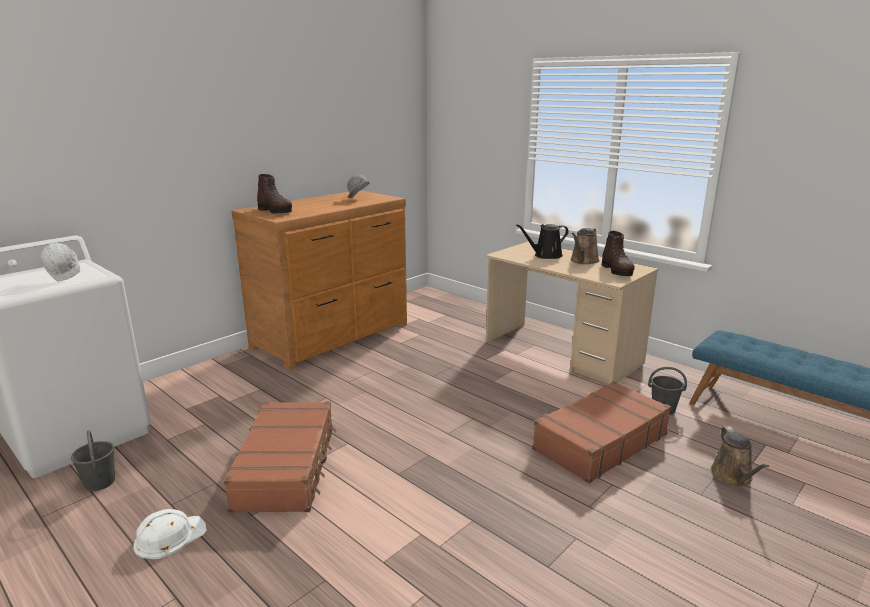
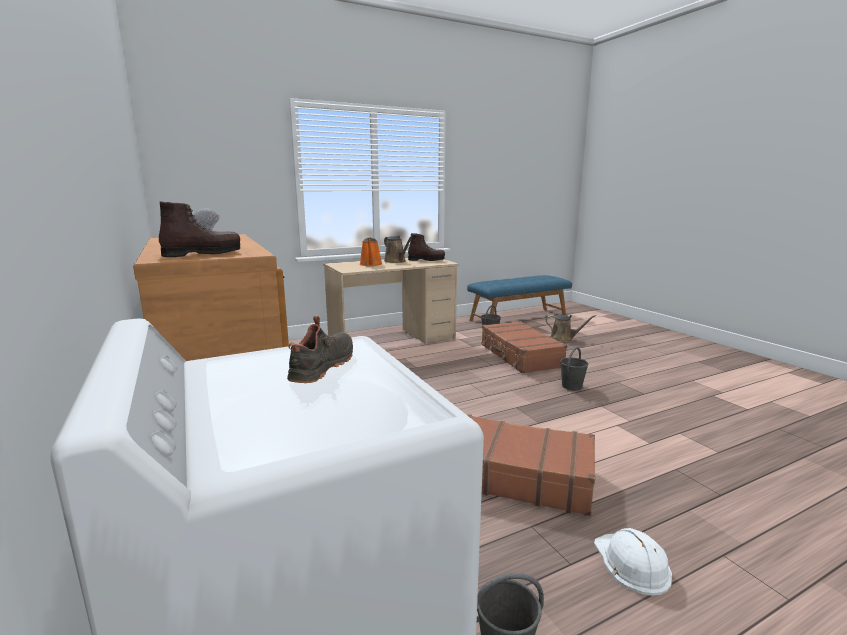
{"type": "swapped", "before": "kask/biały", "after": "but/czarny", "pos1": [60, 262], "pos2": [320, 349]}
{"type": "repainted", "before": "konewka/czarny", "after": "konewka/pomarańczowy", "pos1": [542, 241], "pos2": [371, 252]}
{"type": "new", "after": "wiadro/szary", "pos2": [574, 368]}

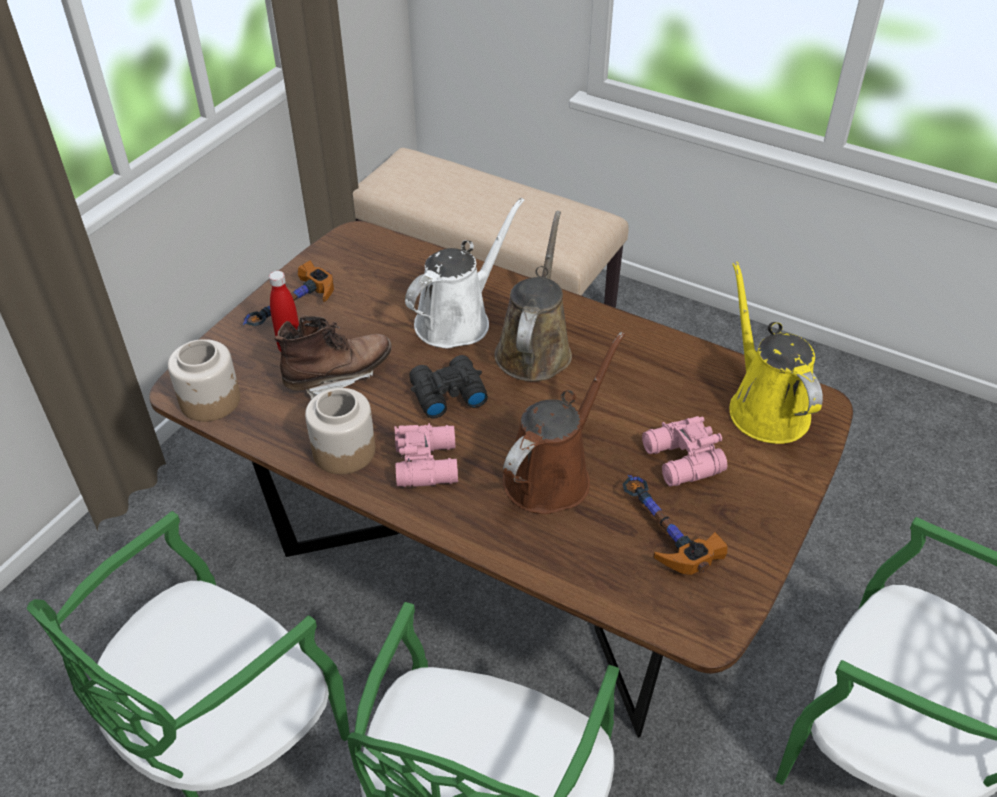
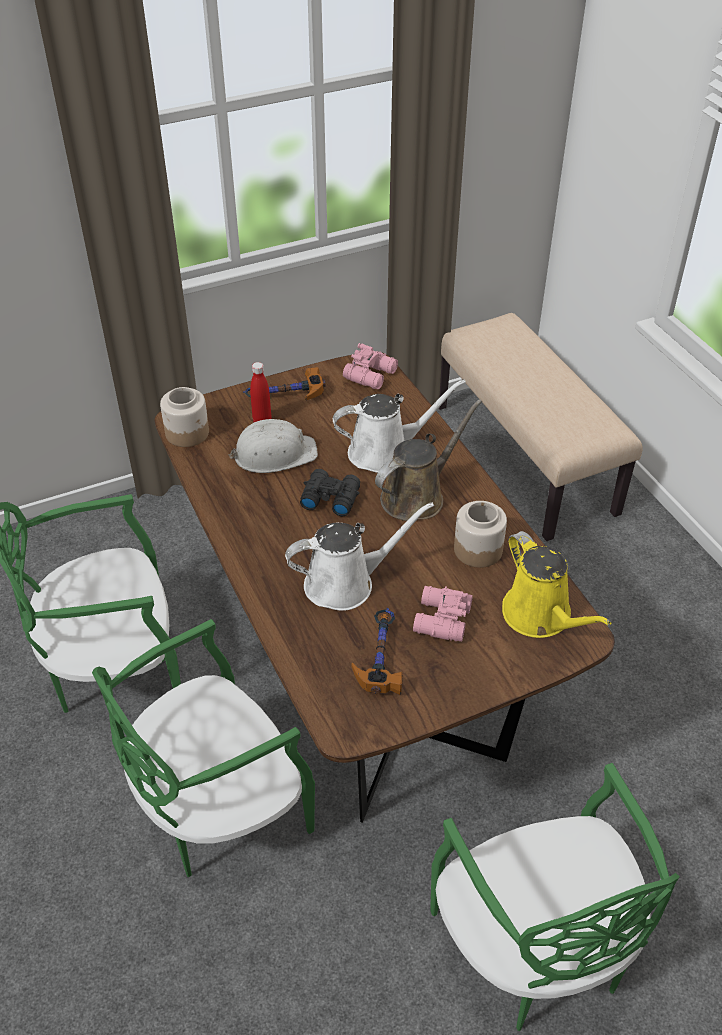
{"type": "swapped", "before": "but z cholewką/brązowy", "after": "kask/biały", "pos1": [332, 358], "pos2": [273, 446]}
{"type": "shifted", "before": "słoik", "pos1": [340, 431], "pos2": [480, 534]}
{"type": "shifted", "before": "lornetka/różowy", "pos1": [426, 455], "pos2": [370, 366]}
{"type": "repainted", "before": "konewka/brązowy", "after": "konewka/biały", "pos1": [564, 423], "pos2": [359, 556]}
{"type": "rotated", "before": "konewka/żółty", "pos1": [776, 353], "pos2": [557, 584], "turn": 135}

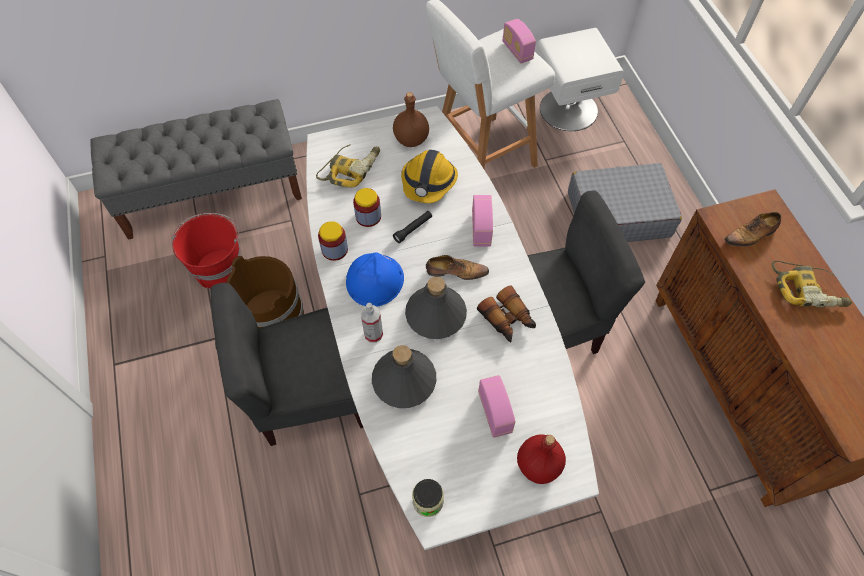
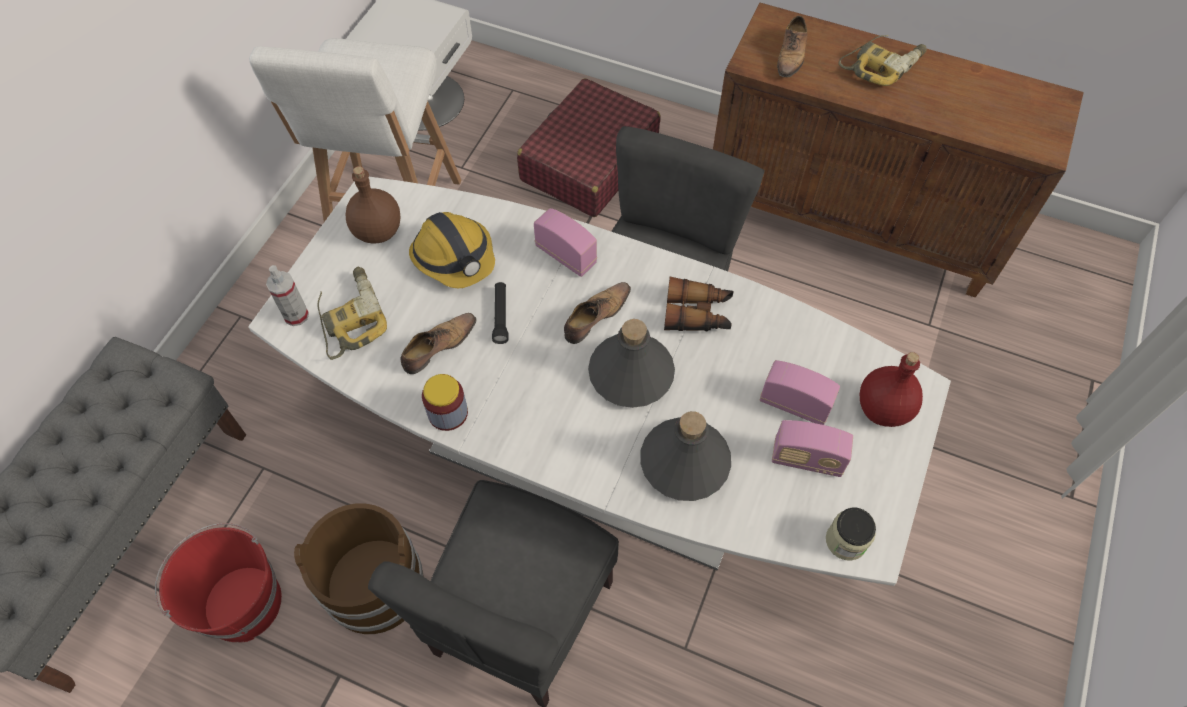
{"type": "gone", "before": "kask/niebieski", "pos1": [375, 280]}
{"type": "swapped", "before": "słoik", "after": "but", "pos1": [367, 207], "pos2": [438, 343]}
{"type": "shifted", "before": "spryskiwacz", "pos1": [371, 323], "pos2": [287, 295]}
{"type": "shifted", "before": "radio", "pos1": [519, 41], "pos2": [812, 448]}
{"type": "repainted", "before": "walizka/szary", "after": "walizka/czerwony", "pos1": [625, 202], "pos2": [588, 147]}

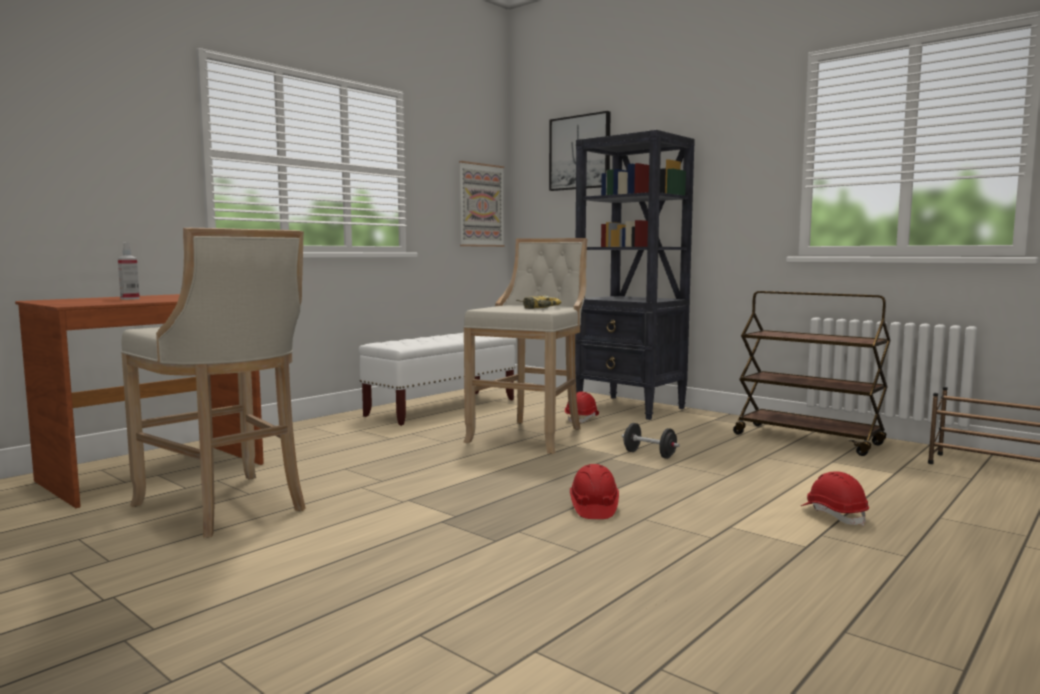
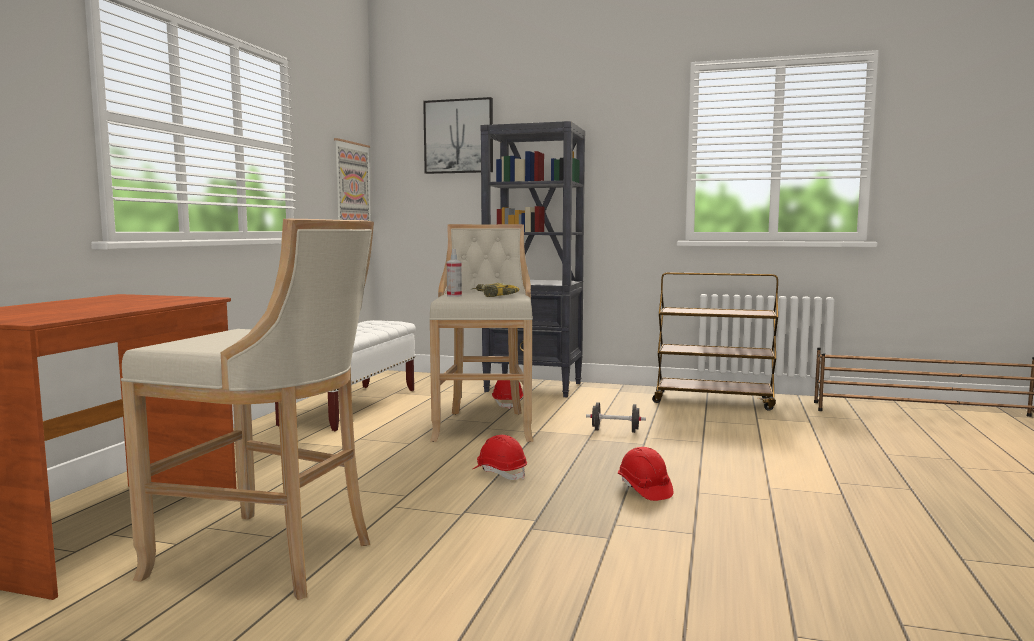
{"type": "shifted", "before": "spryskiwacz", "pos1": [129, 271], "pos2": [454, 273]}
{"type": "shifted", "before": "kask/czerwony", "pos1": [835, 498], "pos2": [500, 457]}

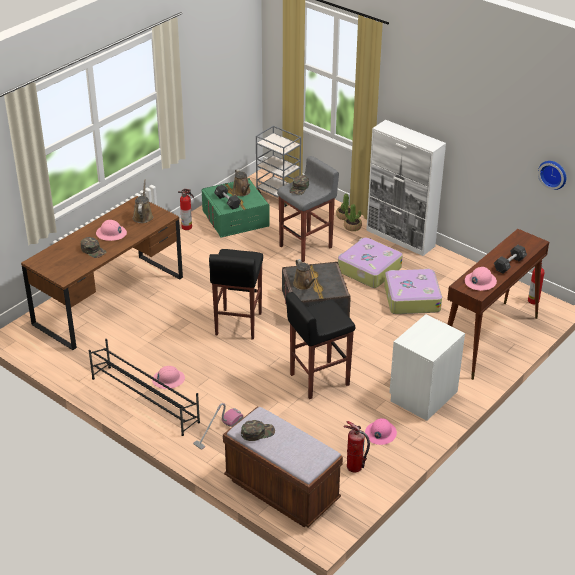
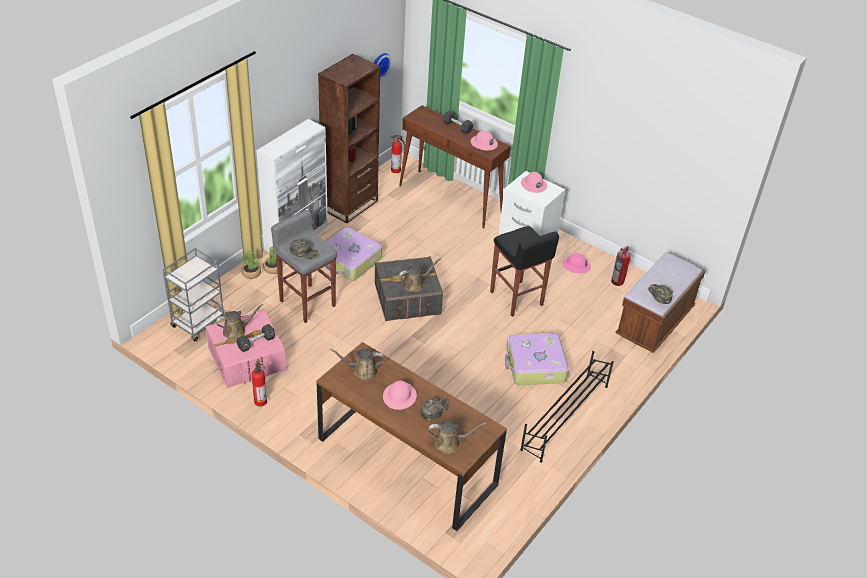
{"type": "shifted", "before": "kask/różowy", "pos1": [168, 377], "pos2": [534, 182]}
{"type": "gone", "before": "odkurzacz", "pos1": [218, 426]}
{"type": "repainted", "before": "pojemnik do przechowywania/zielony", "after": "pojemnik do przechowywania/różowy", "pos1": [236, 208], "pos2": [246, 349]}
{"type": "gone", "before": "stołek/czarny", "pos1": [236, 294]}
{"type": "shifted", "before": "walizka", "pos1": [413, 291], "pos2": [537, 359]}
{"type": "new", "after": "regał/brązowy", "pos2": [349, 138]}
{"type": "new", "after": "konewka/brązowy", "pos2": [457, 437]}

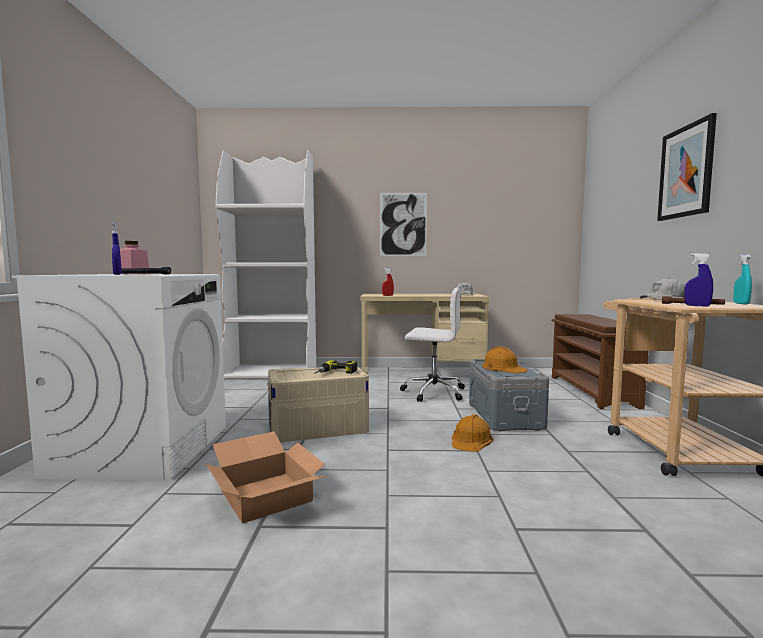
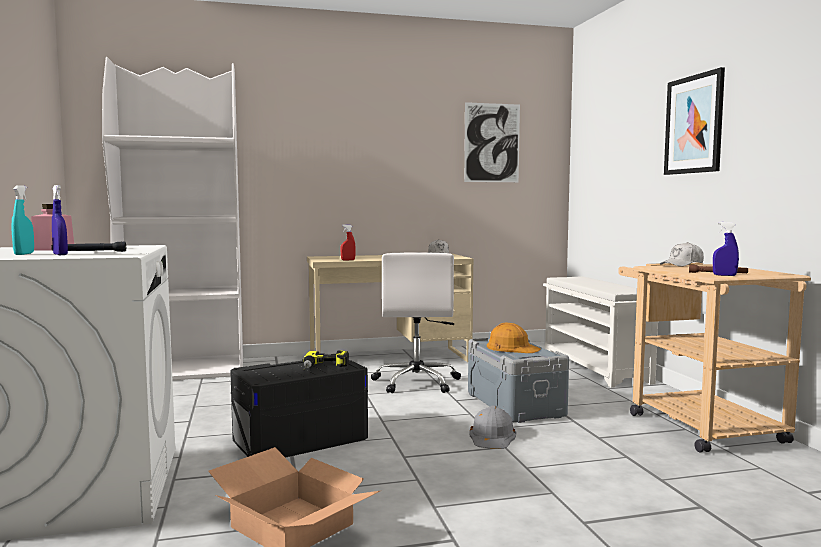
{"type": "repainted", "before": "pojemnik do przechowywania/beżowy", "after": "pojemnik do przechowywania/czarny", "pos1": [318, 404], "pos2": [299, 408]}
{"type": "shifted", "before": "obraz", "pos1": [403, 224], "pos2": [492, 142]}
{"type": "rotated", "before": "krzesło biurowe/biały", "pos1": [432, 344], "pos2": [416, 322], "turn": 90}
{"type": "repainted", "before": "kask/pomarańczowy", "after": "kask/szary", "pos1": [472, 433], "pos2": [492, 427]}
{"type": "repainted", "before": "regał na buty/brązowy", "after": "regał na buty/biały", "pos1": [600, 361], "pos2": [600, 332]}
{"type": "shifted", "before": "spryskiwacz/turkusowy", "pos1": [742, 279], "pos2": [22, 220]}

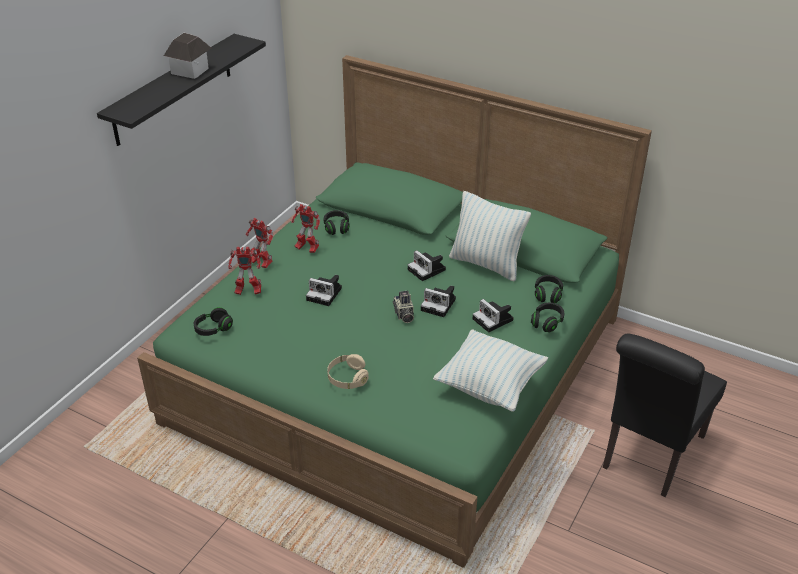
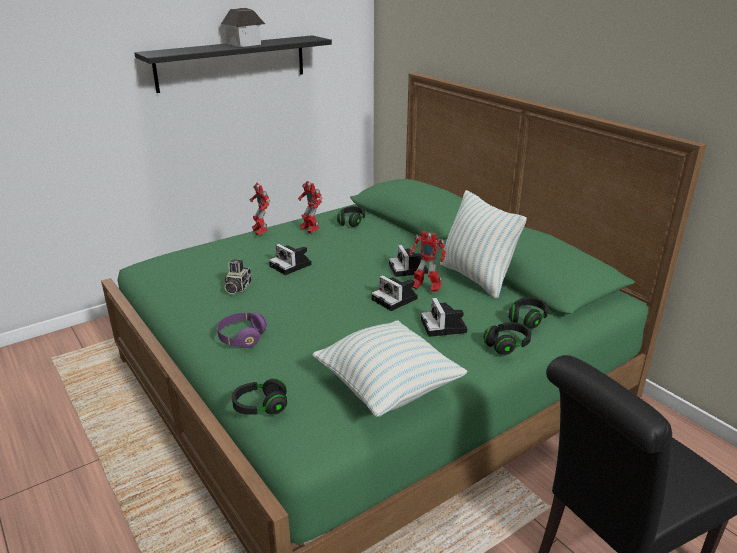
{"type": "shifted", "before": "słuchawki/czarny", "pos1": [213, 321], "pos2": [259, 396]}
{"type": "shifted", "before": "robot zabawkowy", "pos1": [245, 271], "pos2": [427, 261]}
{"type": "repainted", "before": "słuchawki/beżowy", "after": "słuchawki/fioletowy", "pos1": [348, 371], "pos2": [242, 330]}
{"type": "shifted", "before": "aparat fotograficzny", "pos1": [403, 307], "pos2": [238, 276]}

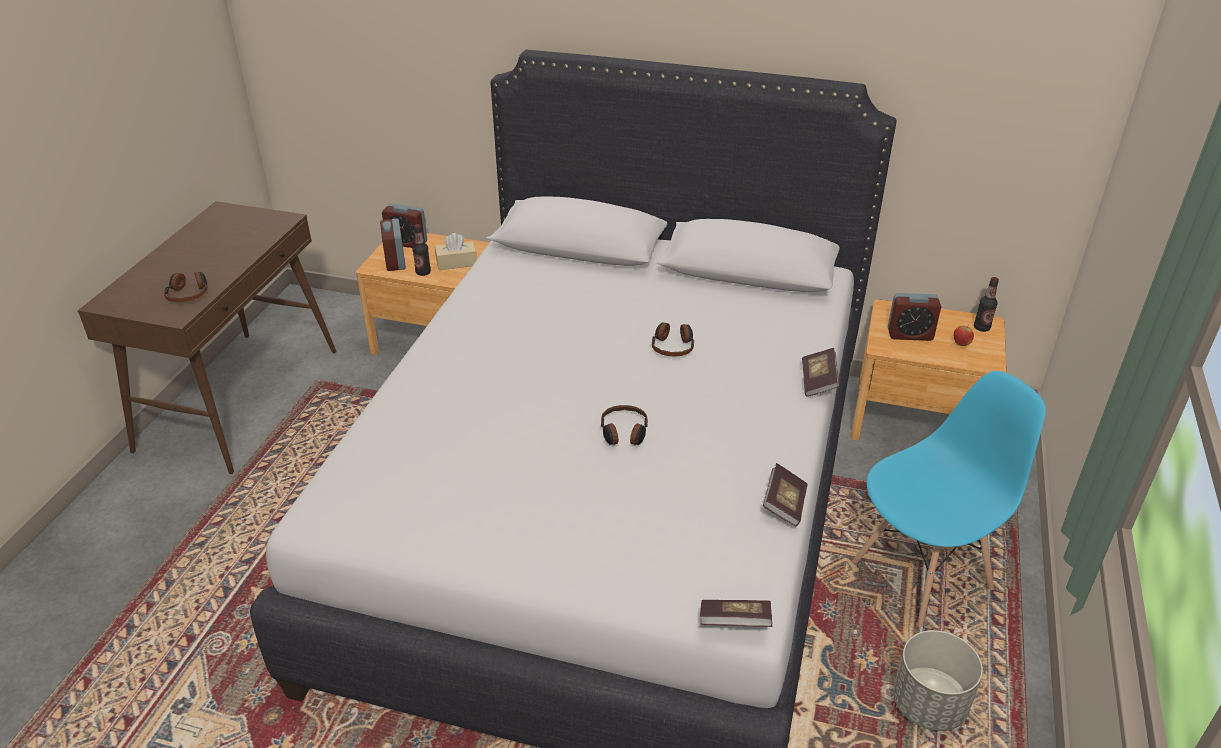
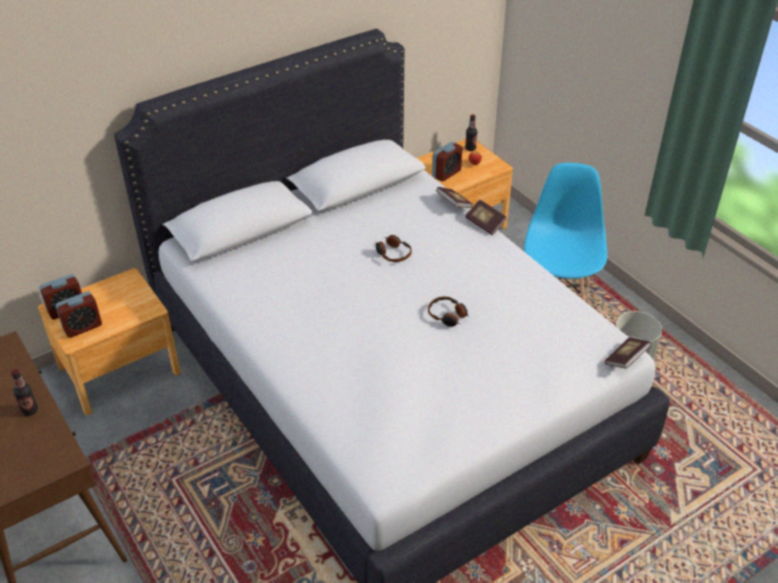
{"type": "gone", "before": "słuchawki", "pos1": [185, 287]}
{"type": "rotated", "before": "budzik", "pos1": [393, 244], "pos2": [79, 314], "turn": -60}
{"type": "shifted", "before": "butelka", "pos1": [421, 250], "pos2": [24, 392]}
{"type": "gone", "before": "pudełko chusteczek/beżowy", "pos1": [456, 251]}
{"type": "shifted", "before": "książka", "pos1": [785, 495], "pos2": [454, 197]}

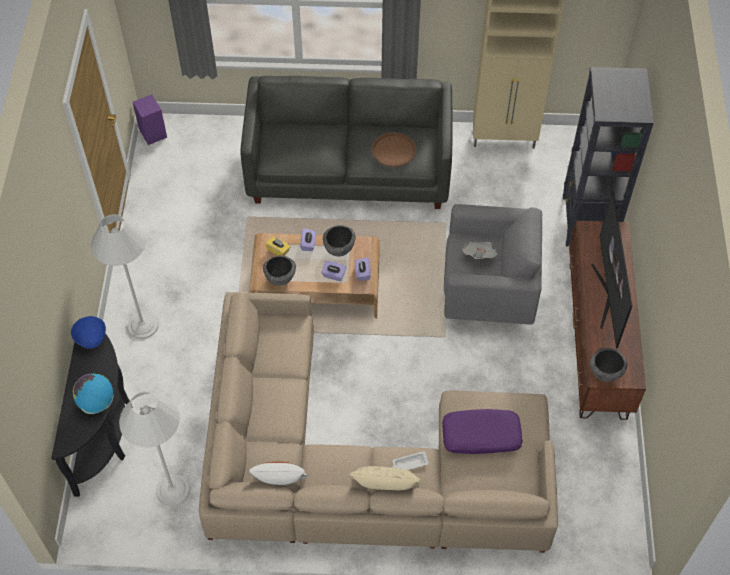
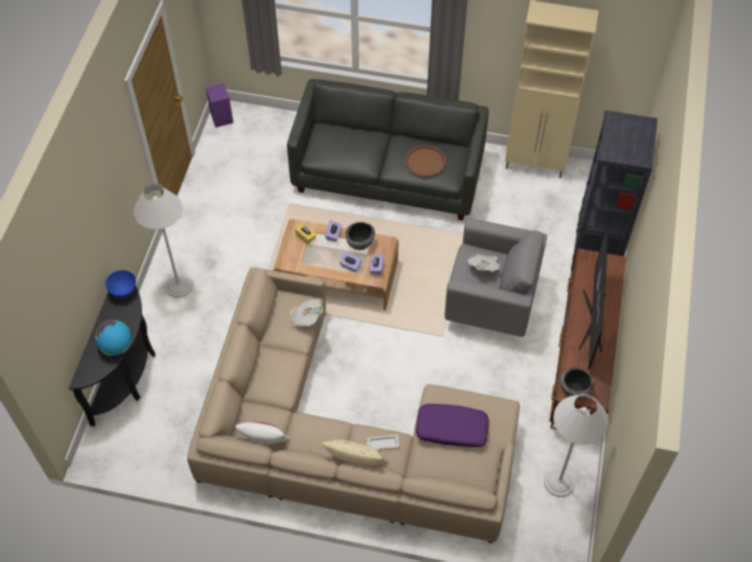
{"type": "shifted", "before": "lampa stojąca/biały", "pos1": [154, 449], "pos2": [576, 445]}
{"type": "gone", "before": "miska", "pos1": [279, 270]}
{"type": "new", "after": "gazeta", "pos2": [306, 313]}

